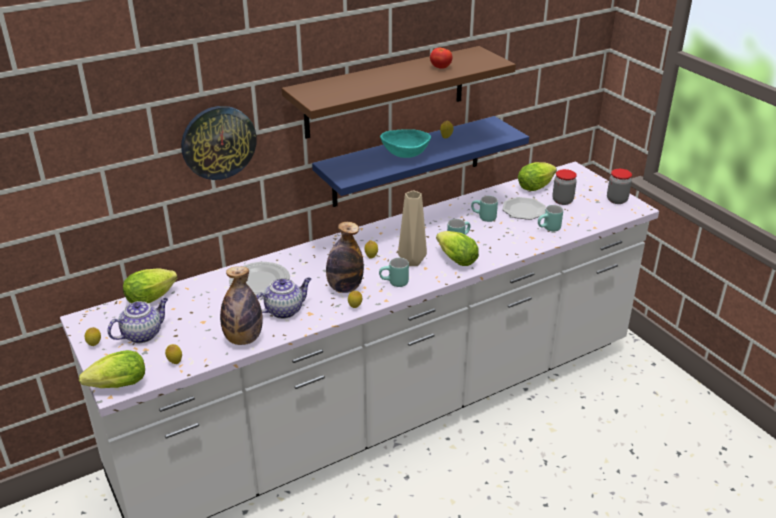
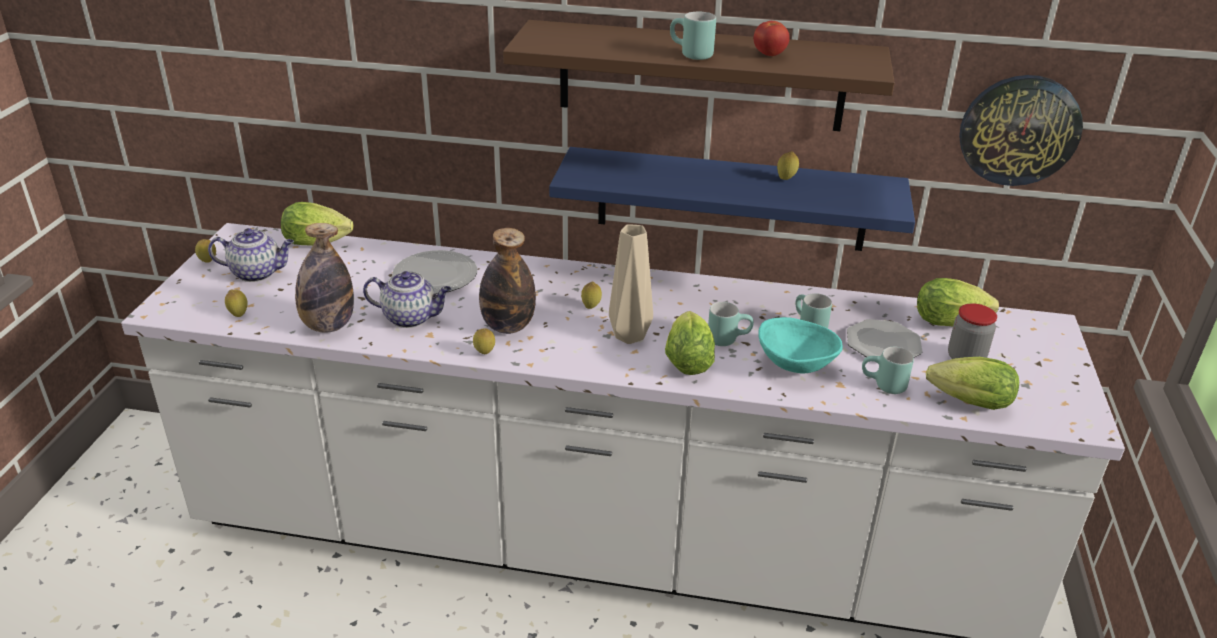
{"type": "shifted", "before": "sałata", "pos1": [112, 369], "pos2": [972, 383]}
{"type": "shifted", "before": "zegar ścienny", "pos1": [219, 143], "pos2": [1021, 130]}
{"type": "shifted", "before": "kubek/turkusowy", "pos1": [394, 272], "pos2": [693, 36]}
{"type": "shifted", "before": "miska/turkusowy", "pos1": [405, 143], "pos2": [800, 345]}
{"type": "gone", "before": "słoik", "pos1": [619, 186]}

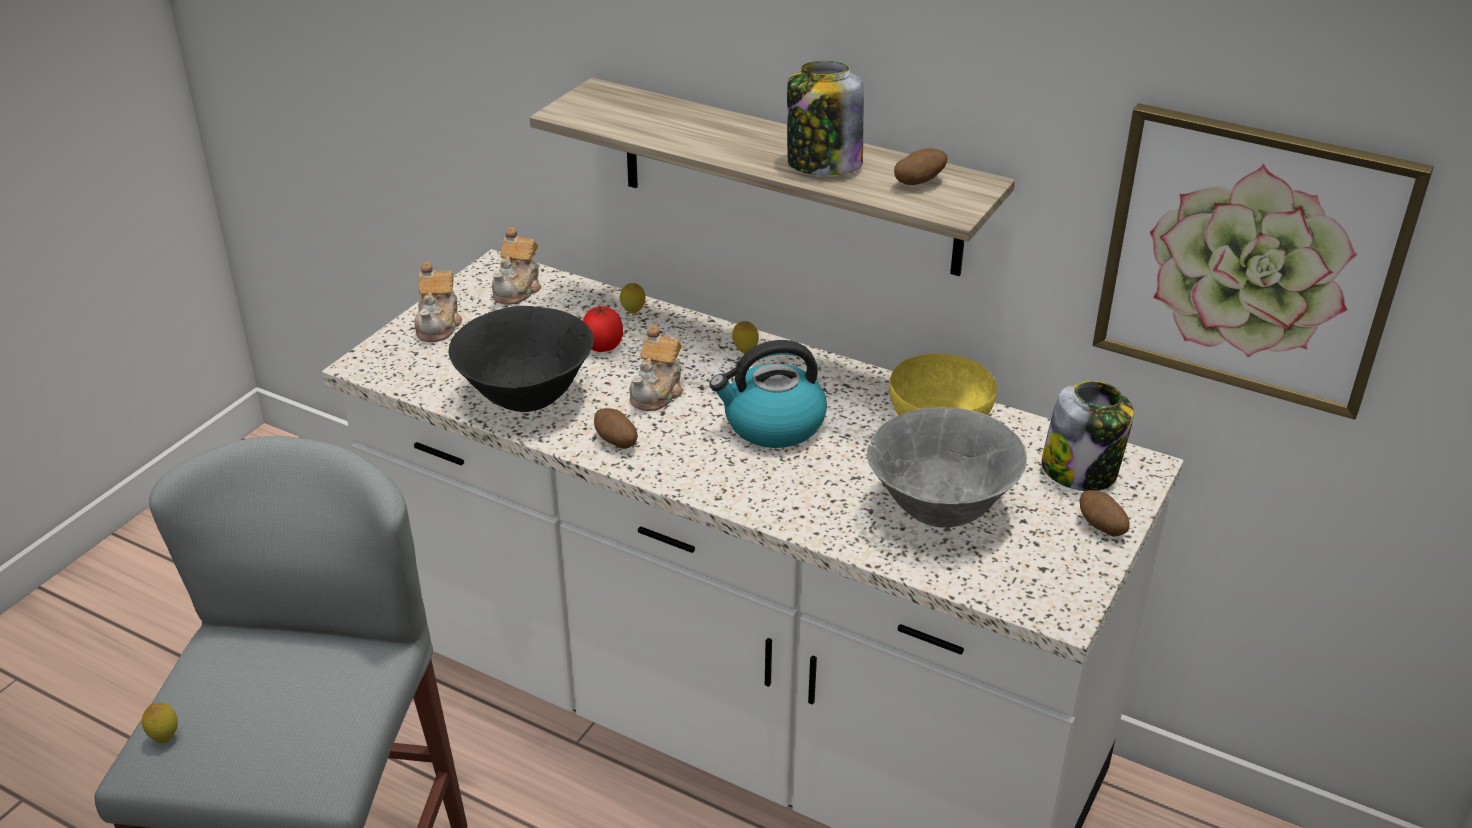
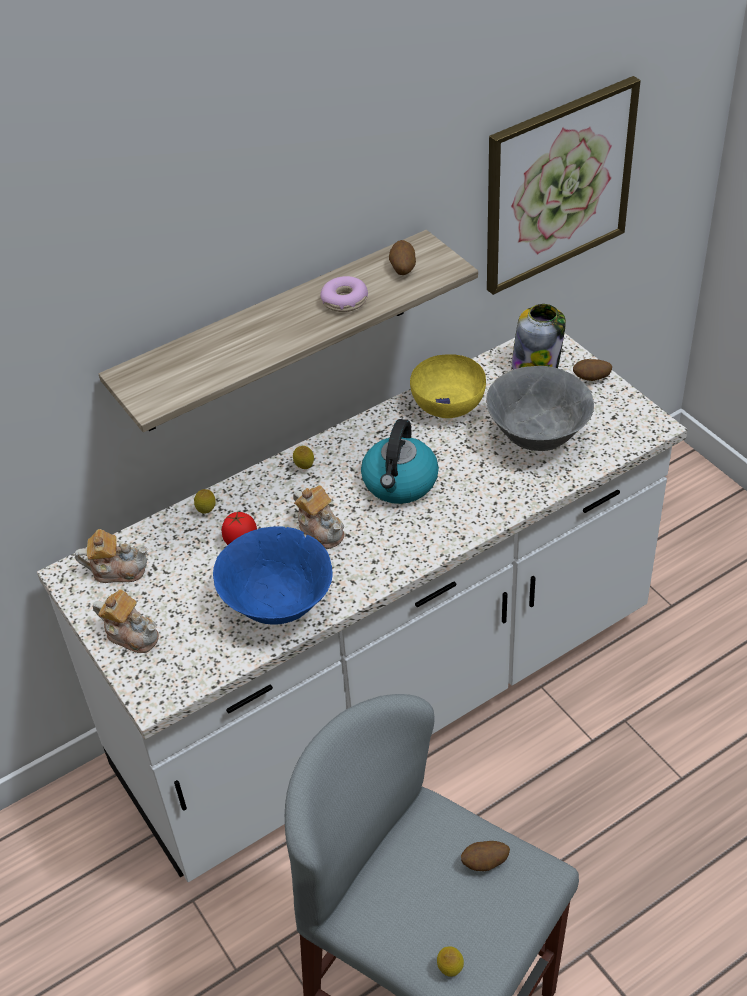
{"type": "repainted", "before": "miska/czarny", "after": "miska/niebieski", "pos1": [521, 359], "pos2": [272, 575]}
{"type": "rotated", "before": "imbryk", "pos1": [516, 266], "pos2": [111, 556], "turn": -45}
{"type": "shifted", "before": "ziemniak", "pos1": [616, 428], "pos2": [485, 856]}
{"type": "swapped", "before": "słoik", "after": "donut", "pos1": [825, 118], "pos2": [344, 294]}

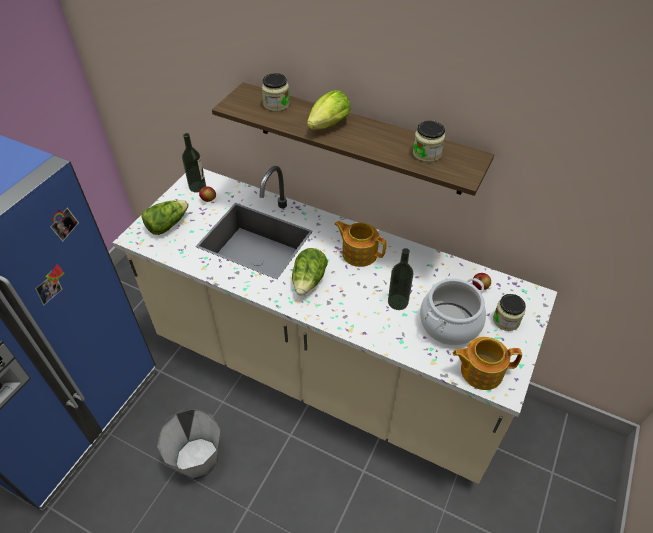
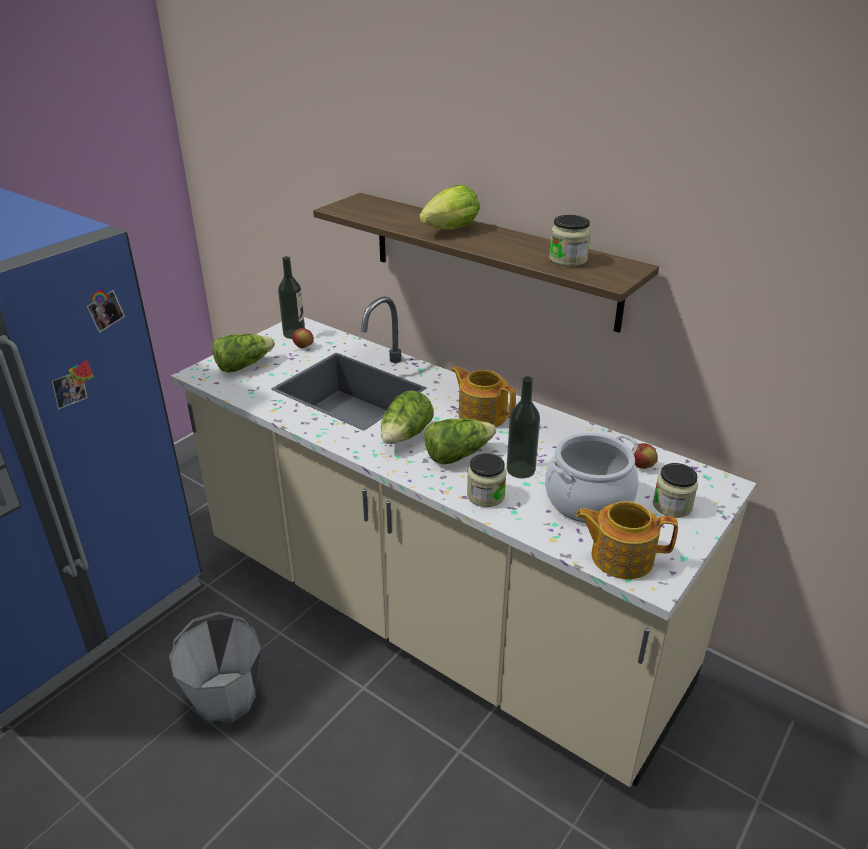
{"type": "shifted", "before": "słoik", "pos1": [276, 92], "pos2": [487, 480]}
{"type": "new", "after": "sałata", "pos2": [460, 441]}

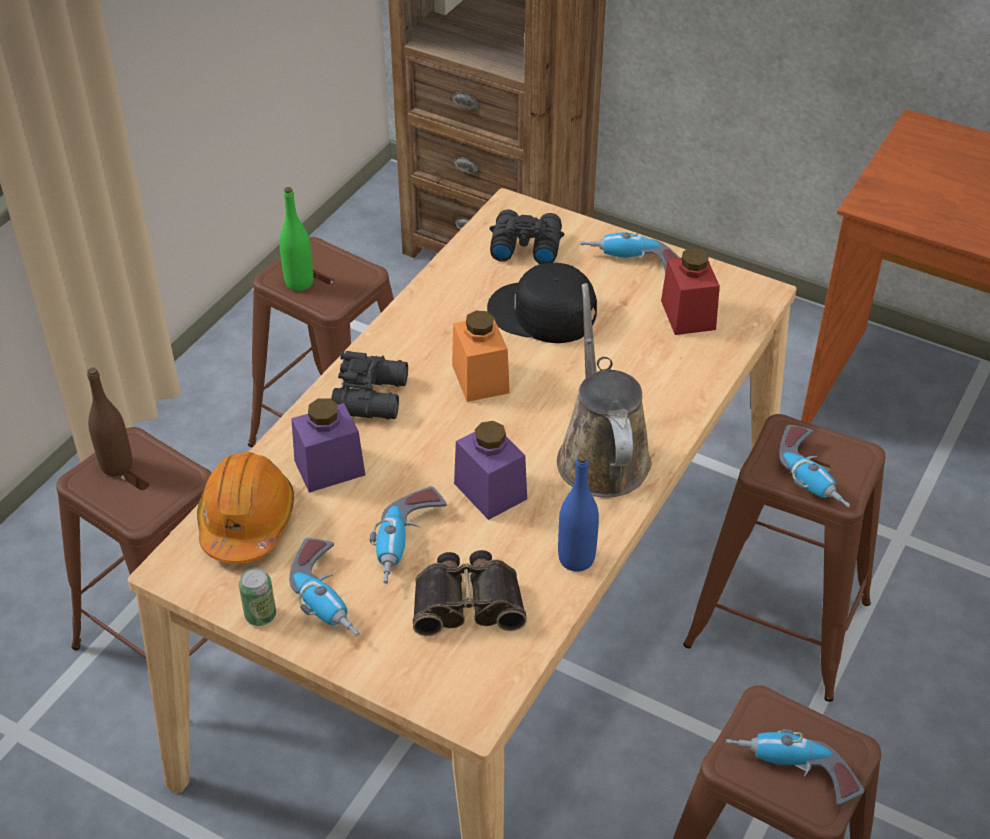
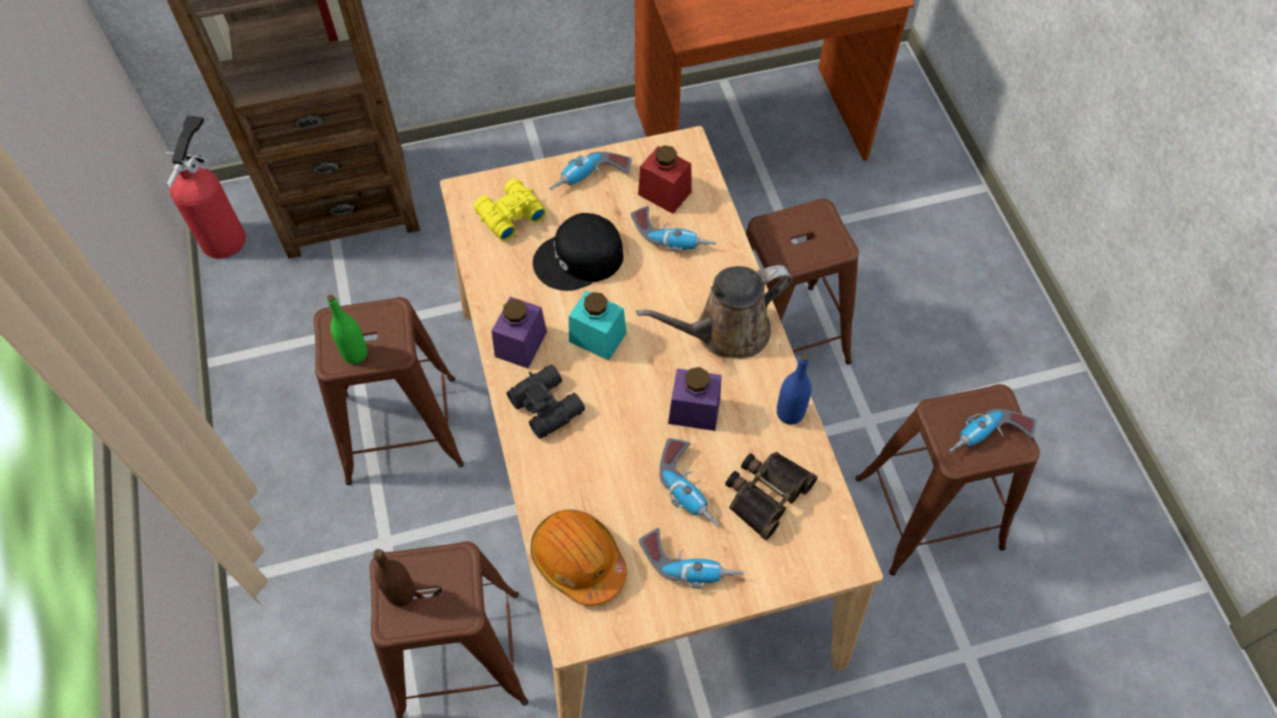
{"type": "gone", "before": "puszka", "pos1": [257, 597]}
{"type": "shifted", "before": "słoik/fioletowy", "pos1": [328, 445], "pos2": [519, 332]}
{"type": "repainted", "before": "słoik/pomarańczowy", "after": "słoik/turkusowy", "pos1": [481, 356], "pos2": [597, 326]}
{"type": "repainted", "before": "lornetka/czarny", "after": "lornetka/żółty", "pos1": [526, 236], "pos2": [510, 209]}
{"type": "rotated", "before": "konewka/brązowy", "pos1": [604, 390], "pos2": [714, 312], "turn": -60}
{"type": "shifted", "before": "wiertarka", "pos1": [814, 466], "pos2": [673, 229]}
{"type": "new", "after": "gaśnica", "pos2": [205, 187]}

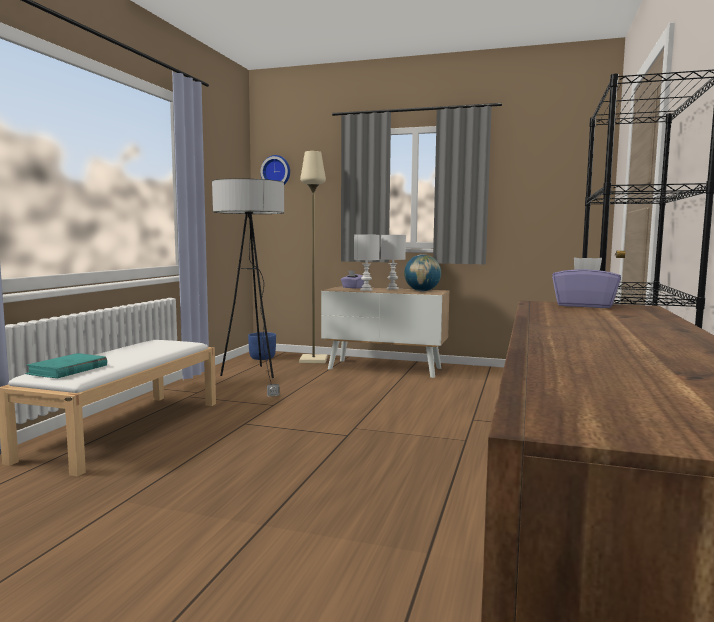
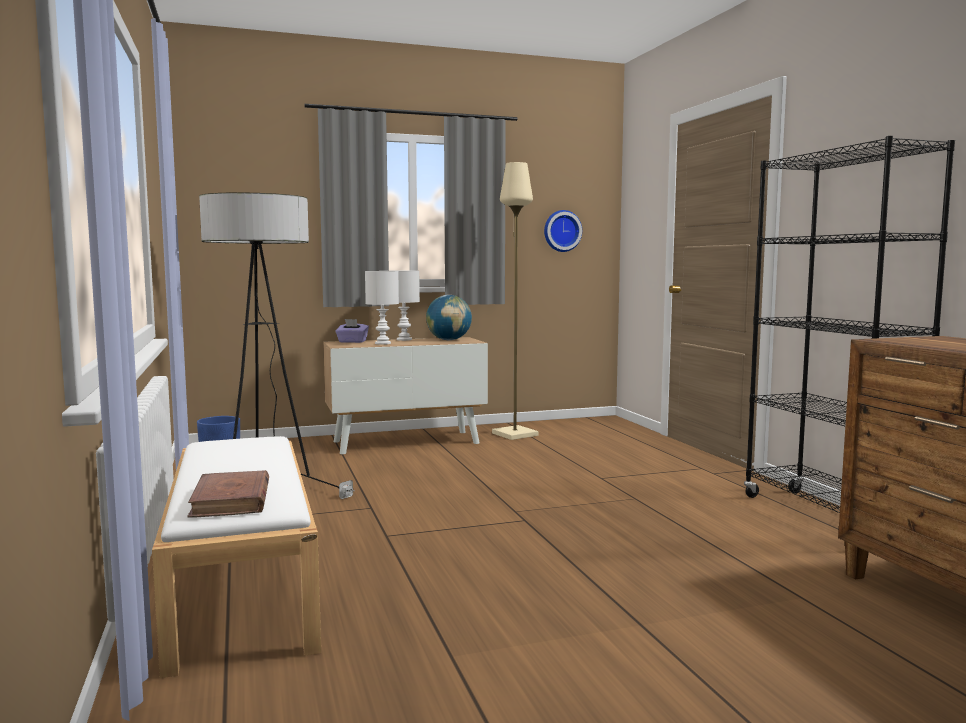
{"type": "repainted", "before": "książka/turkusowy", "after": "książka/brązowy", "pos1": [66, 365], "pos2": [228, 494]}
{"type": "shifted", "before": "zegar ścienny", "pos1": [275, 170], "pos2": [563, 231]}
{"type": "shifted", "before": "lampa stojąca/beżowy", "pos1": [313, 257], "pos2": [515, 301]}
{"type": "gone", "before": "pudełko chusteczek/fioletowy", "pos1": [586, 282]}

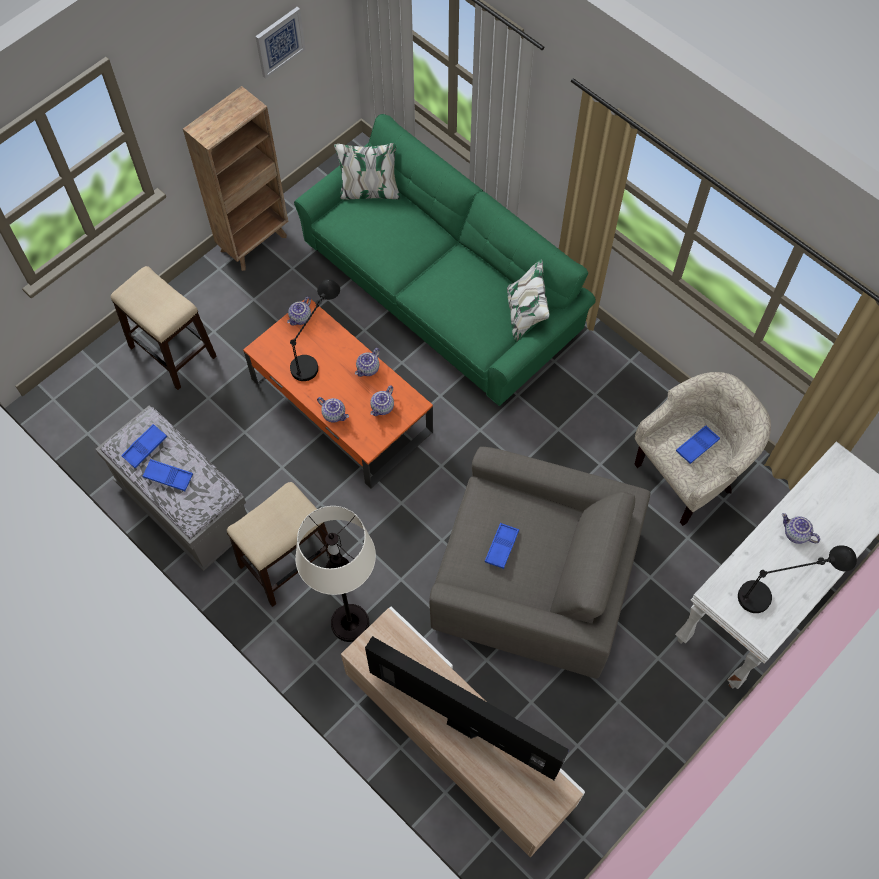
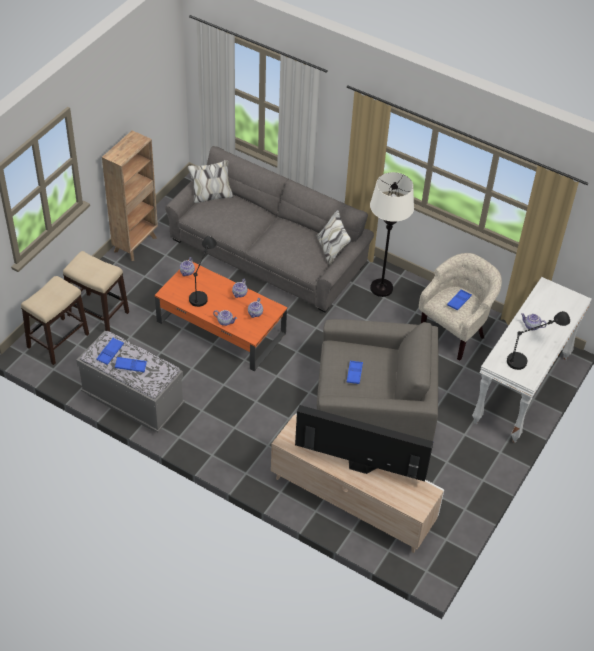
{"type": "shifted", "before": "stołek", "pos1": [279, 544], "pos2": [55, 320]}
{"type": "gone", "before": "obraz", "pos1": [280, 43]}
{"type": "repainted", "before": "kanapa/zielony", "after": "kanapa/szary", "pos1": [445, 260], "pos2": [269, 229]}
{"type": "shifted", "before": "lampa stojąca/biały", "pos1": [335, 574], "pos2": [392, 234]}

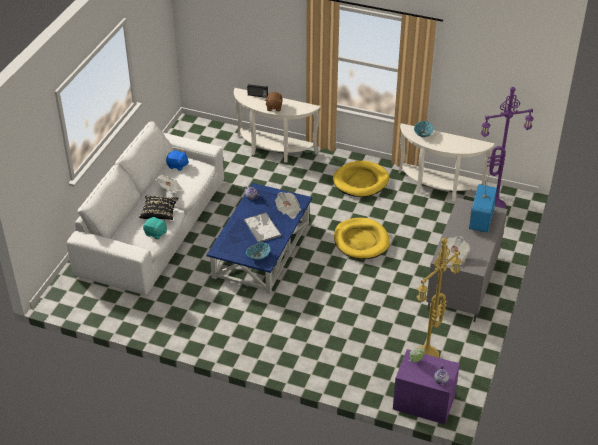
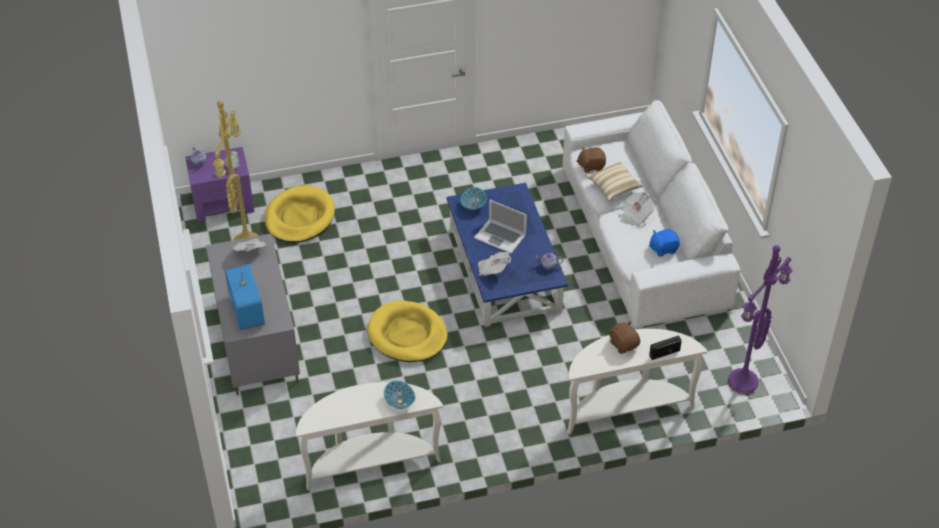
{"type": "repainted", "before": "poduszka/czarny", "after": "poduszka/beżowy", "pos1": [158, 208], "pos2": [615, 181]}
{"type": "repainted", "before": "pluszak/turkusowy", "after": "pluszak/brązowy", "pos1": [155, 228], "pos2": [591, 160]}
{"type": "swapped", "before": "taca", "after": "laptop", "pos1": [262, 227], "pos2": [500, 227]}
{"type": "shifted", "before": "legowisko/żółty", "pos1": [361, 179], "pos2": [300, 214]}
{"type": "shifted", "before": "lampa stojąca/fioletowy", "pos1": [507, 148], "pos2": [760, 319]}

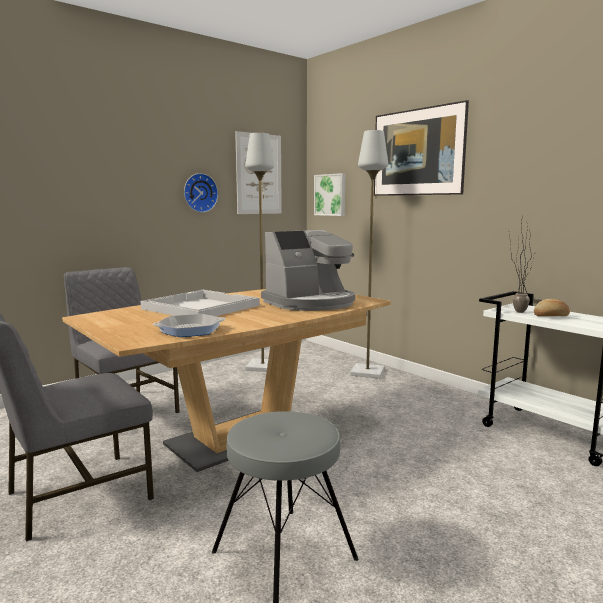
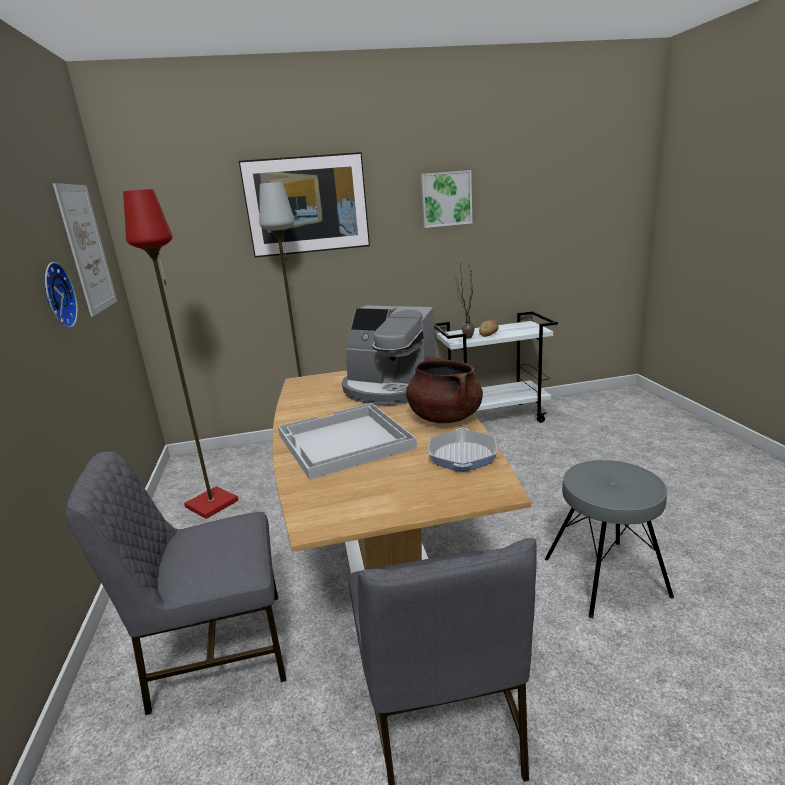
{"type": "repainted", "before": "lampa stojąca/szary", "after": "lampa stojąca/czerwony", "pos1": [259, 252], "pos2": [180, 354]}
{"type": "rotated", "before": "ekspres do kawy", "pos1": [308, 270], "pos2": [389, 355], "turn": 120}
{"type": "shifted", "before": "obraz", "pos1": [329, 194], "pos2": [446, 199]}
{"type": "new", "after": "garnek/brązowy", "pos2": [444, 389]}

